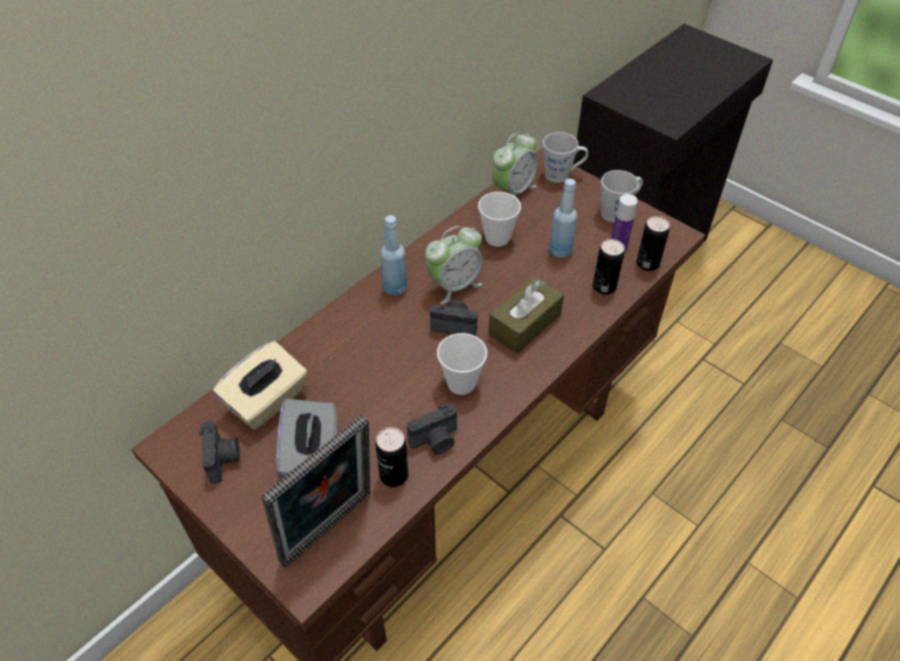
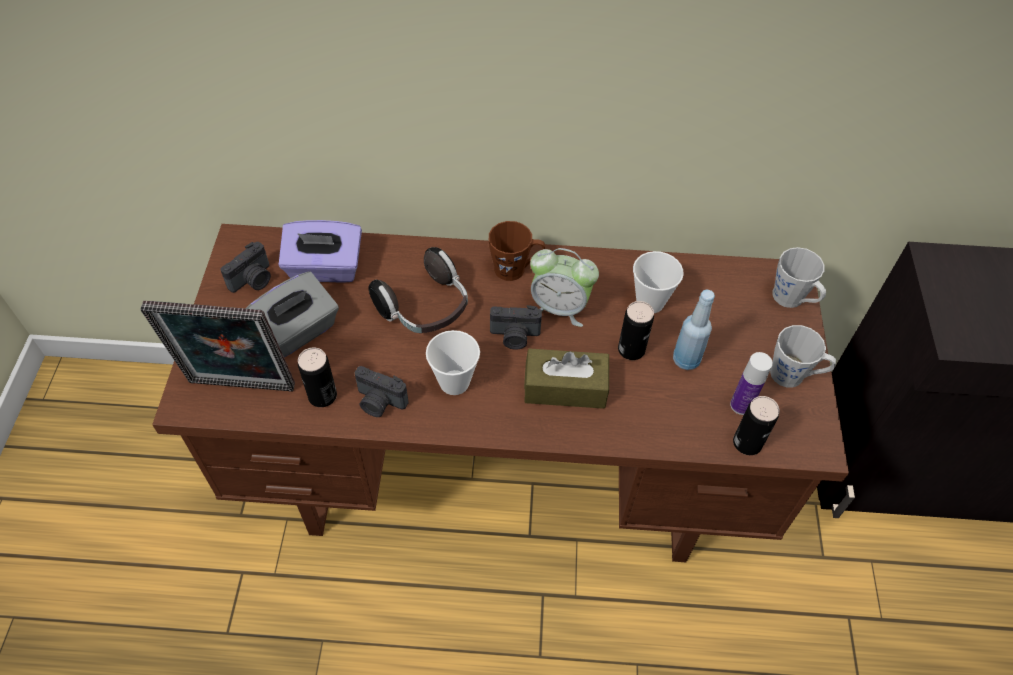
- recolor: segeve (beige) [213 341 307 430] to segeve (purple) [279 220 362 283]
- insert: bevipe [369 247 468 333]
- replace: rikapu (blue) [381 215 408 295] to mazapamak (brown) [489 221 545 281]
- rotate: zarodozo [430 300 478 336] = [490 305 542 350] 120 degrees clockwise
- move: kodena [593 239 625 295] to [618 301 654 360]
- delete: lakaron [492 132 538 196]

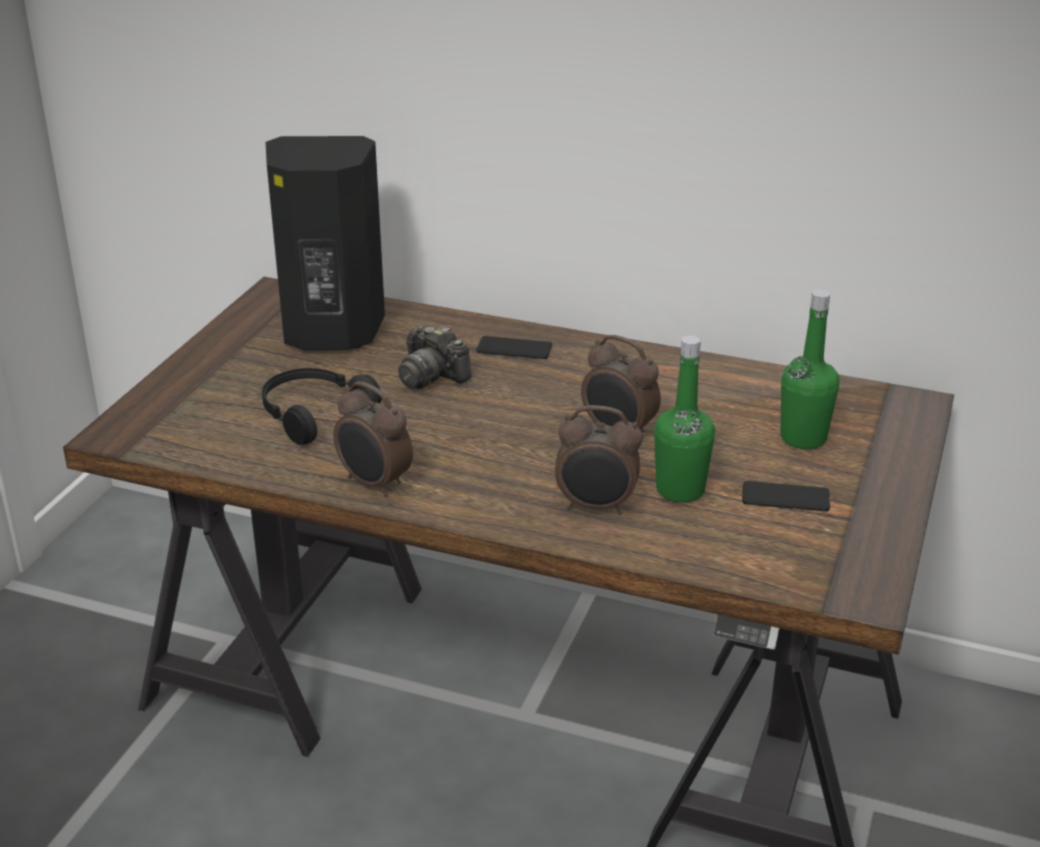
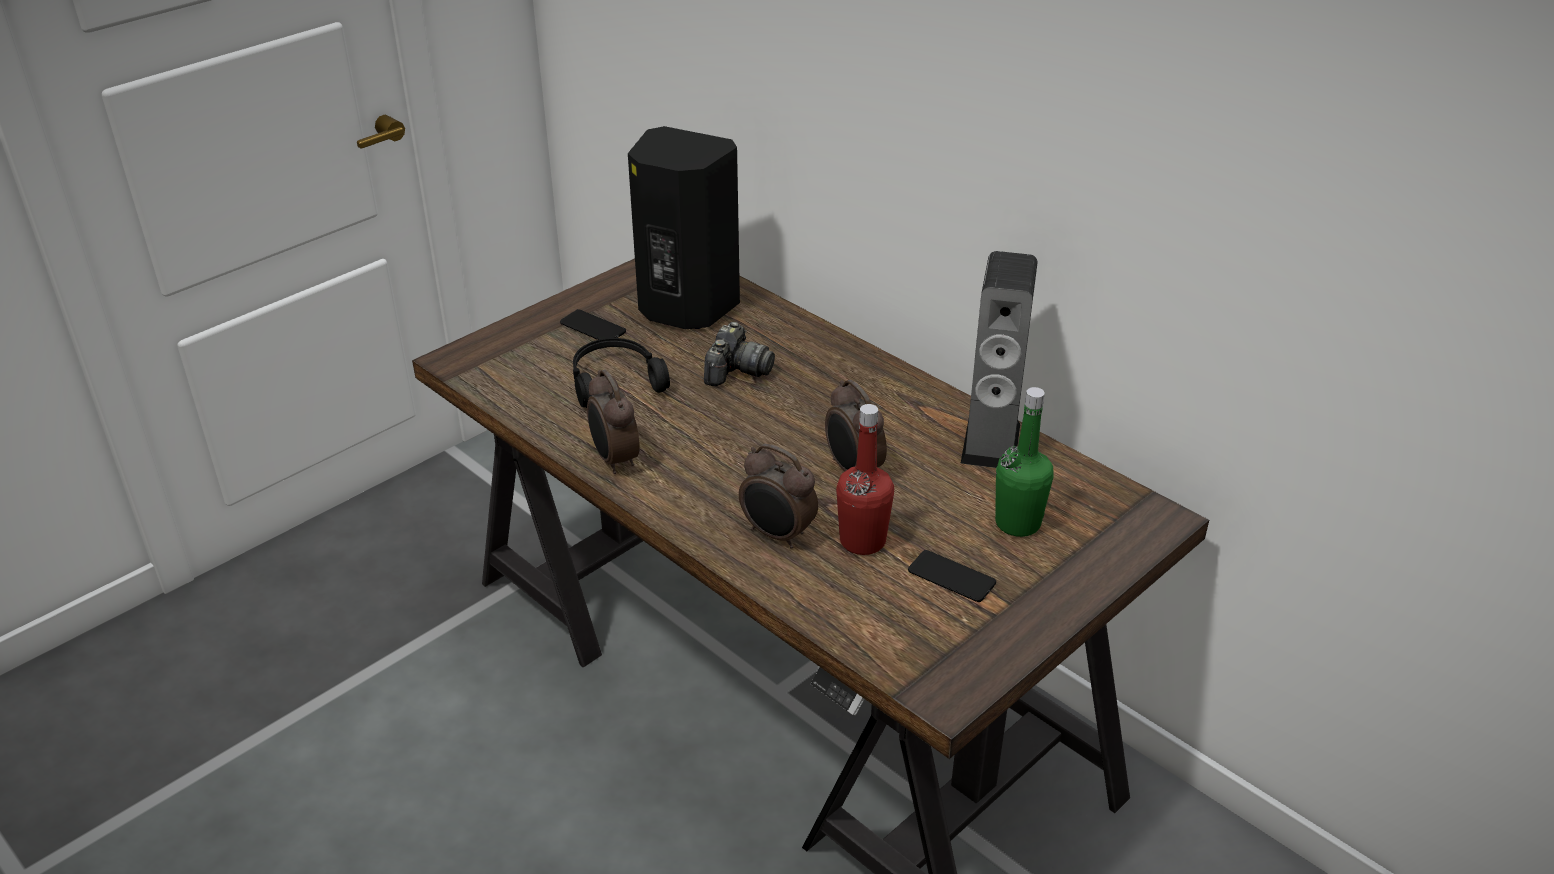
- move: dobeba [476 336 552 359] to [560 309 626 340]
- rotate: zarodozo [398 325 471 389] = [704 322 775 386] 135 degrees counterclockwise
- recolor: rikapu (green) [654 336 715 502] to rikapu (red) [836 404 894 555]
- insert: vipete [961 251 1038 468]

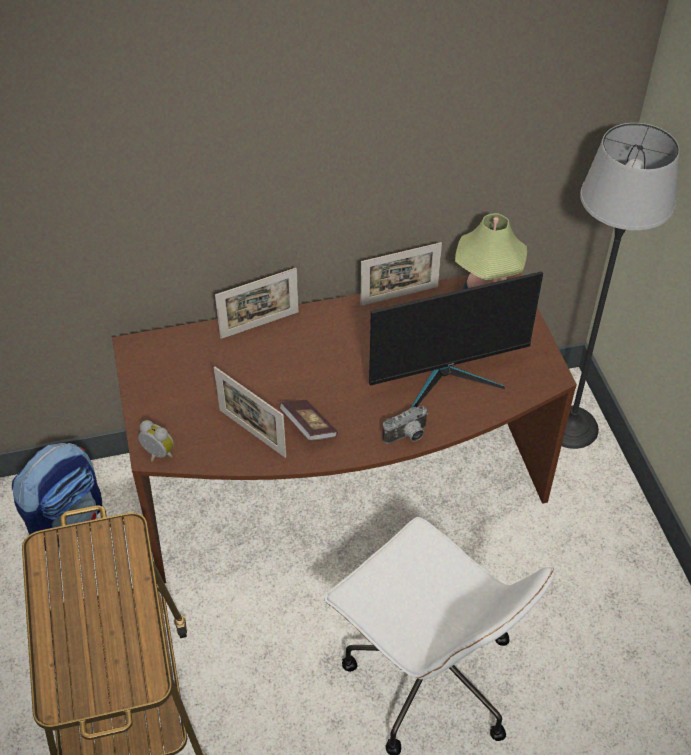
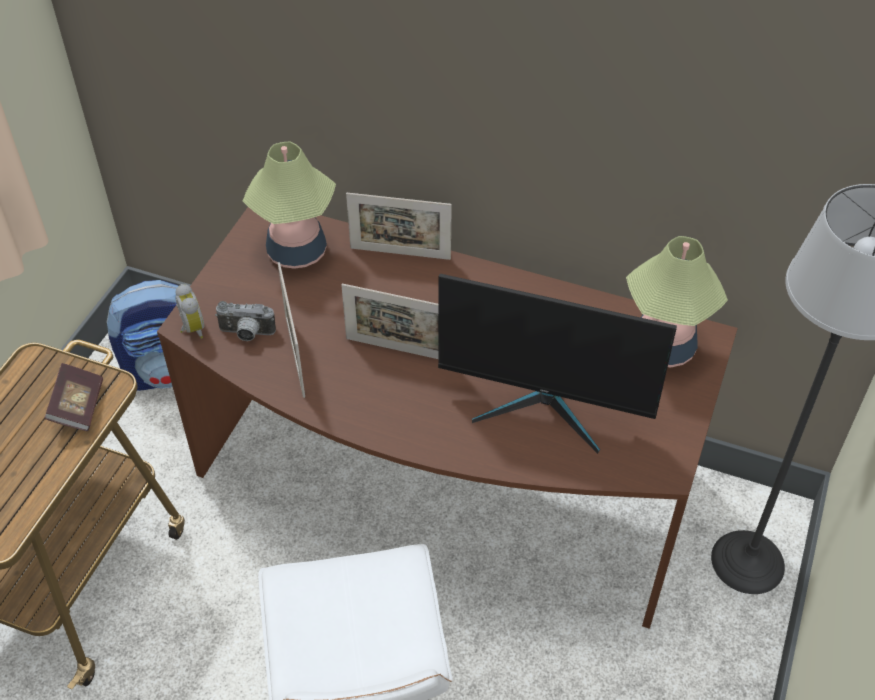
- move: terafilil [279 400 338 441] to [45 363 103 431]
- move: zarodozo [383 406 428 444] to [215 301 276 341]
- insert: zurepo [243 142 336 269]
- move: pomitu [360 242 442 306] to [341 284 439 359]

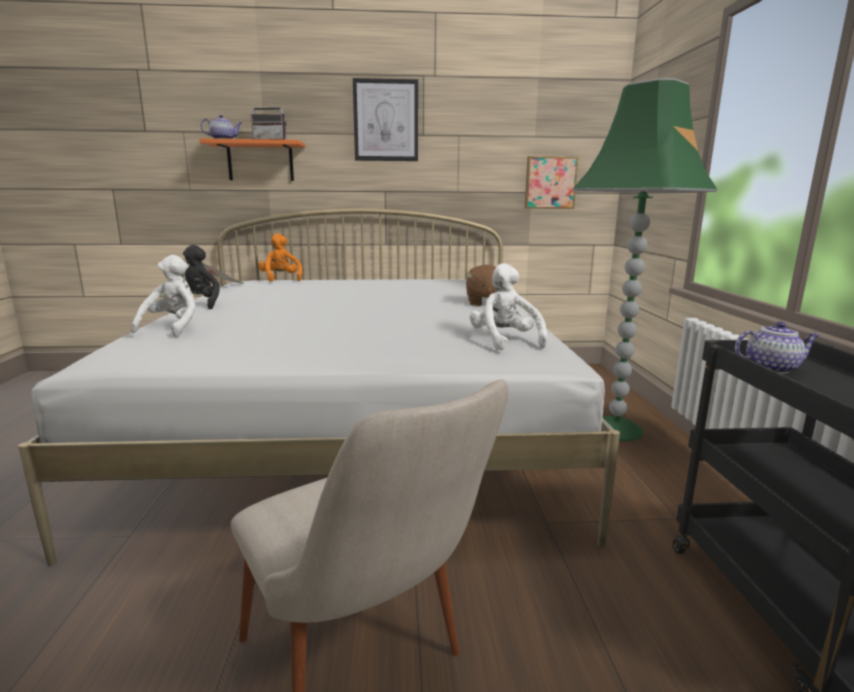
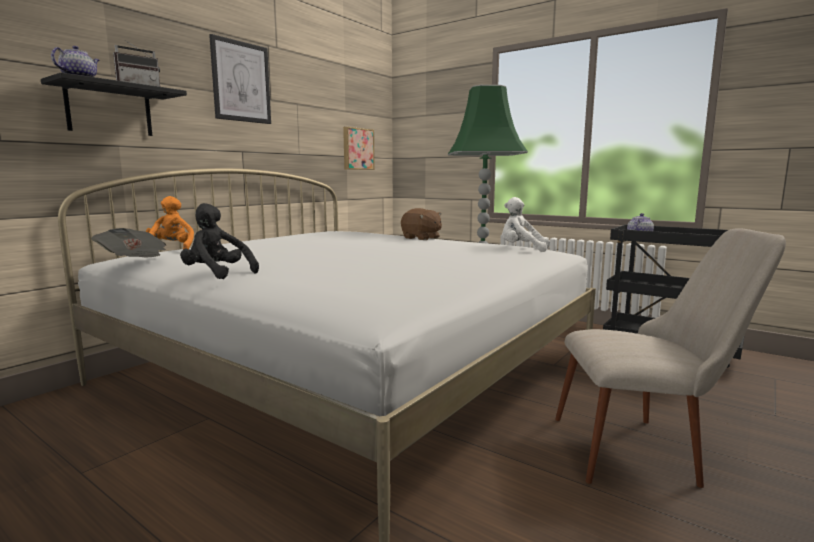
- recolor: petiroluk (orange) [199 138 305 181] to petiroluk (black) [41 72 187 136]
- rotate: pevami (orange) [258 233 302 282] = [146 196 194 249] 60 degrees clockwise
- delete: pevami (white) [131 255 196 337]

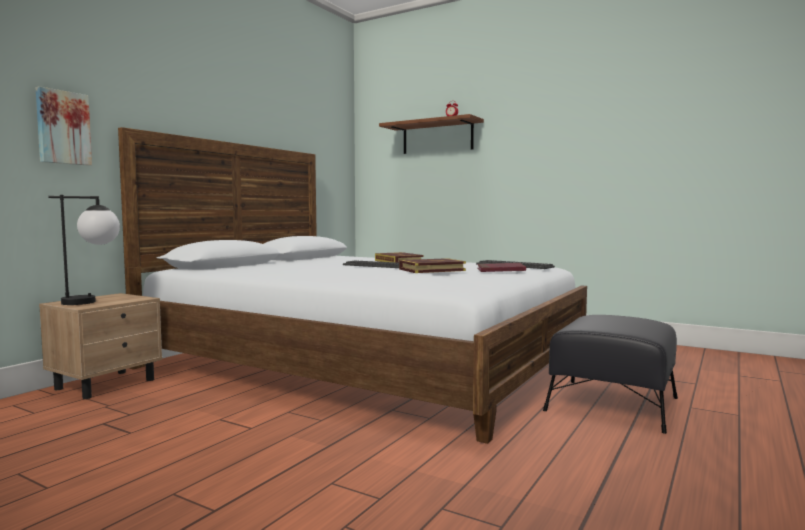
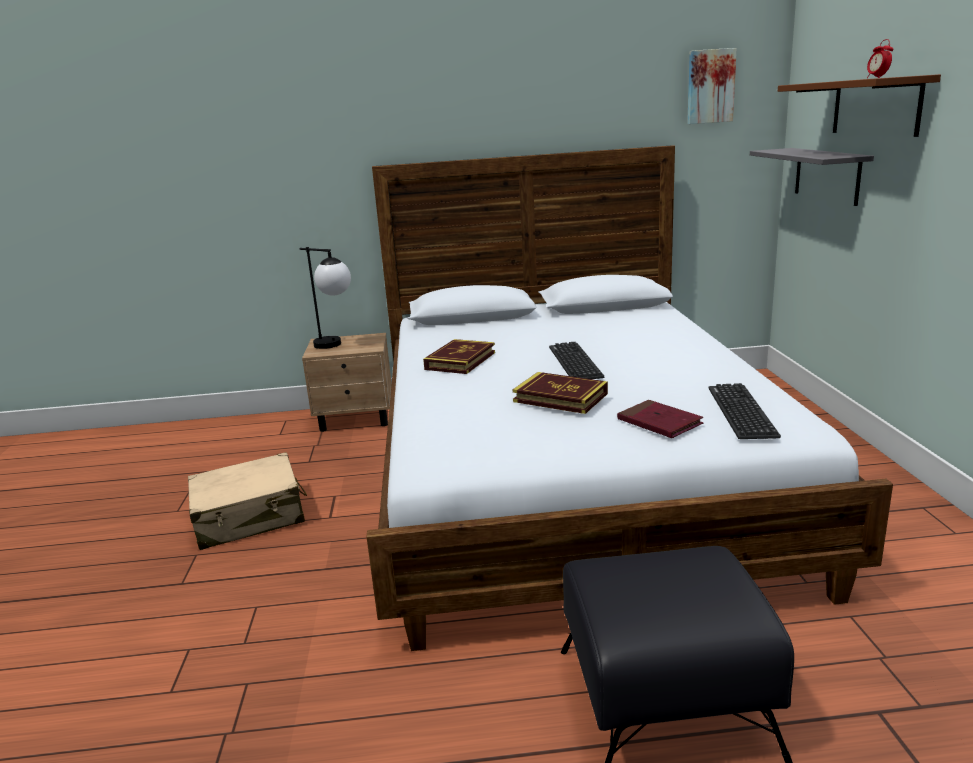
- insert: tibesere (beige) [188 452 307 550]
- move: terafilil [375 252 424 263] to [423 339 495 374]
- move: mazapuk [36 86 92 166] to [687 48 737 124]
- insert: petiroluk (grey) [750 148 874 206]

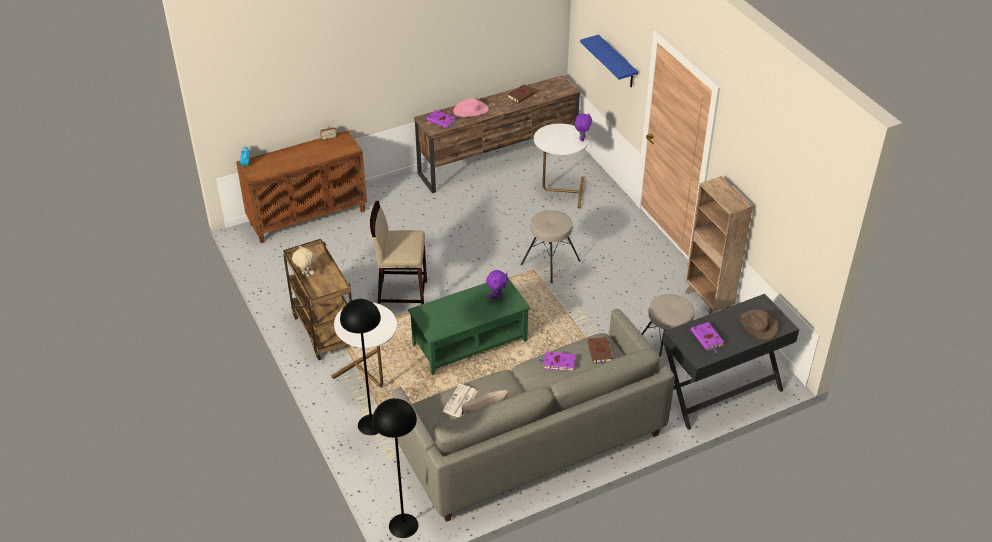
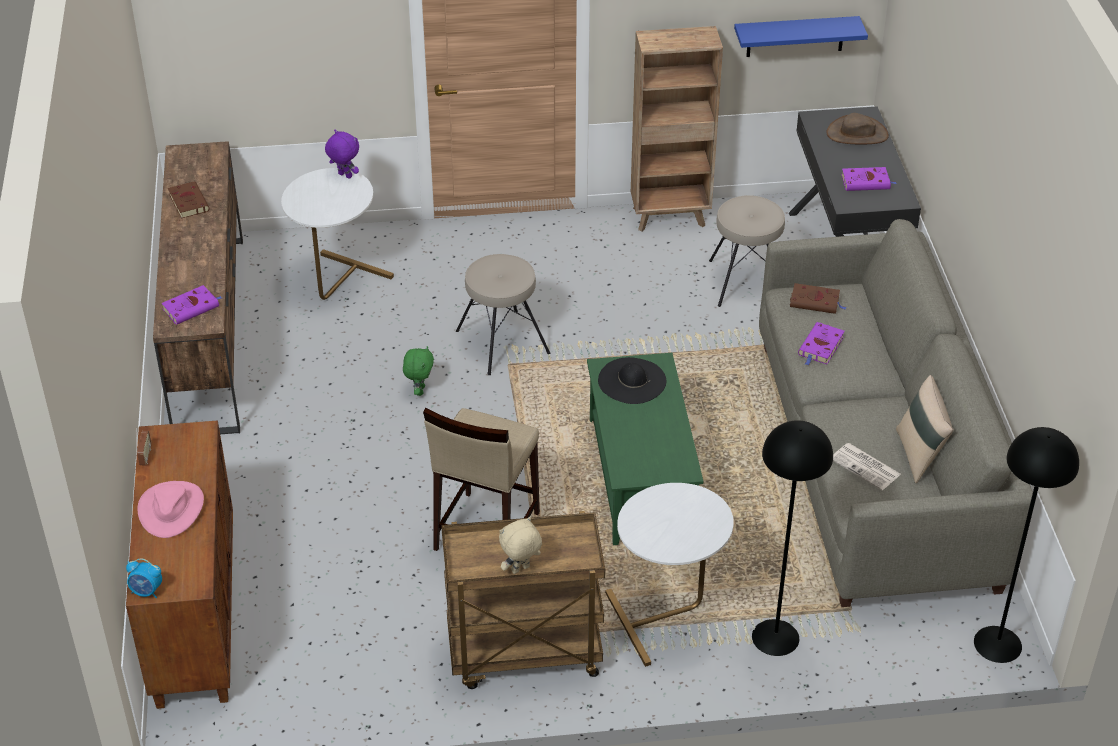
- move: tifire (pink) [453 98 489 117] to [137 481 204 538]
- insert: pevami (green) [403 346 434 396]
- replace: pevami (purple) [486 270 508 300] to tifire (black) [598 357 667 404]
- move: petiroluk (blue) [580 35 638 87] to [734 16 868 57]

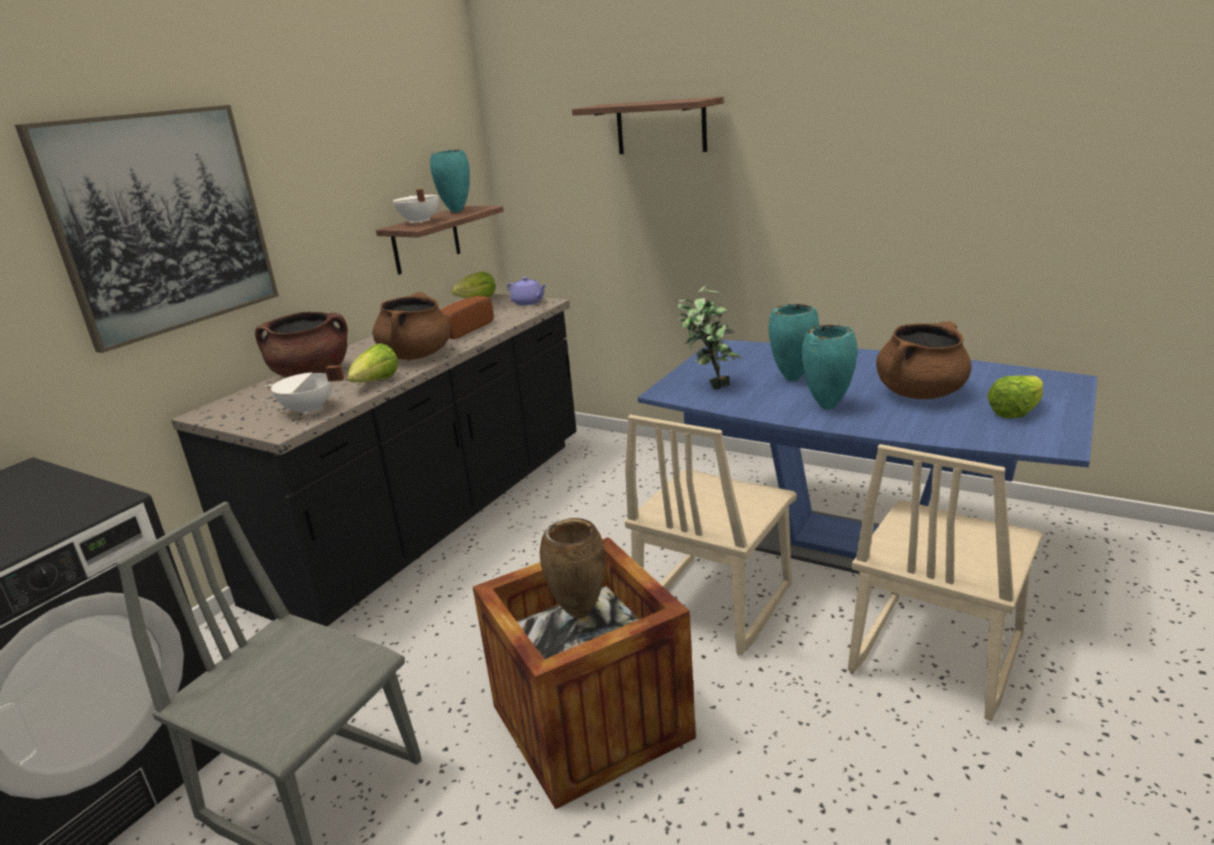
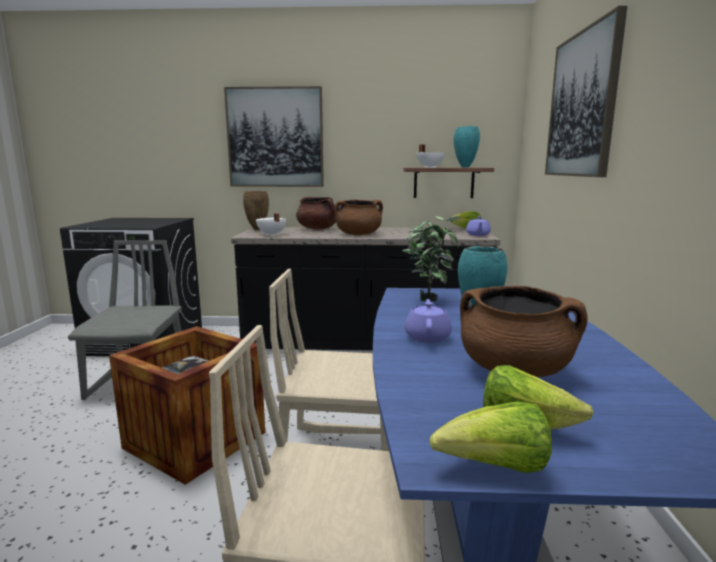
- move: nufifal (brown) [540 518 605 619] to [243 191 269 230]
- replace: nufifal (turquoise) [802 325 858 409] to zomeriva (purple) [405 299 452 343]
- move: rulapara [348 343 399 383] to [430 401 552 473]
- replace: petiroluk [572 97 724 154] to mazapuk [545 6 627 177]
- delete: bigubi [440 296 494 339]

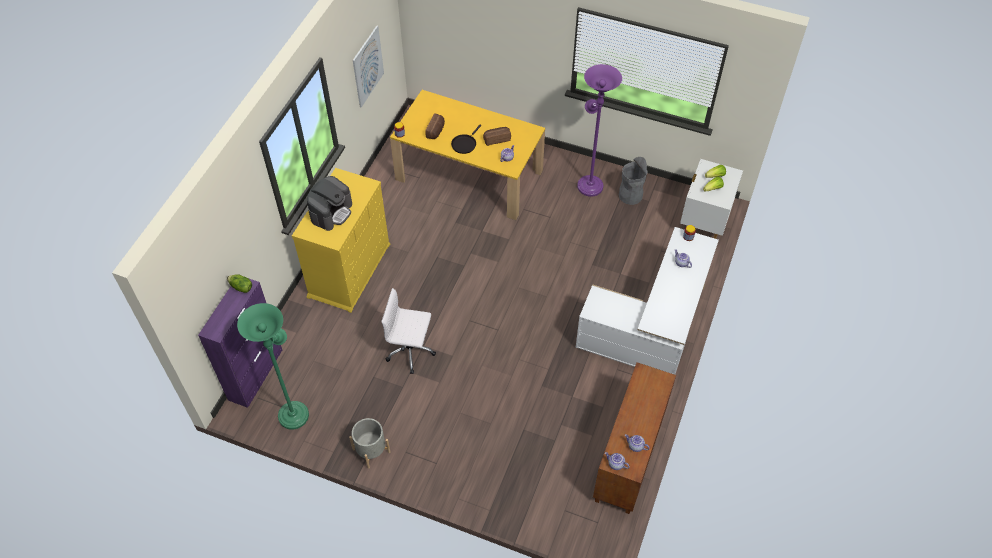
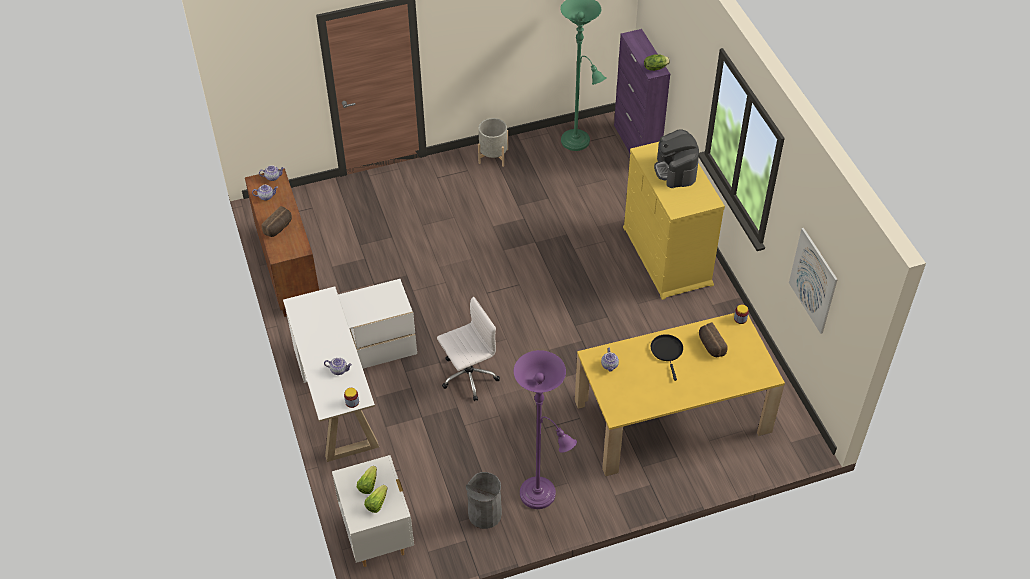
- move: bigubi [483 127 511 146] to [261 206 292 237]
- move: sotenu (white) [381 288 436 374] to [437 296 500 401]

